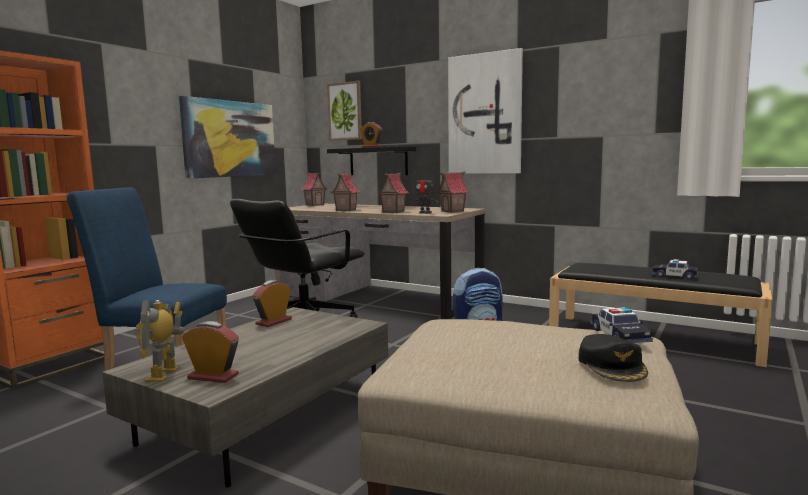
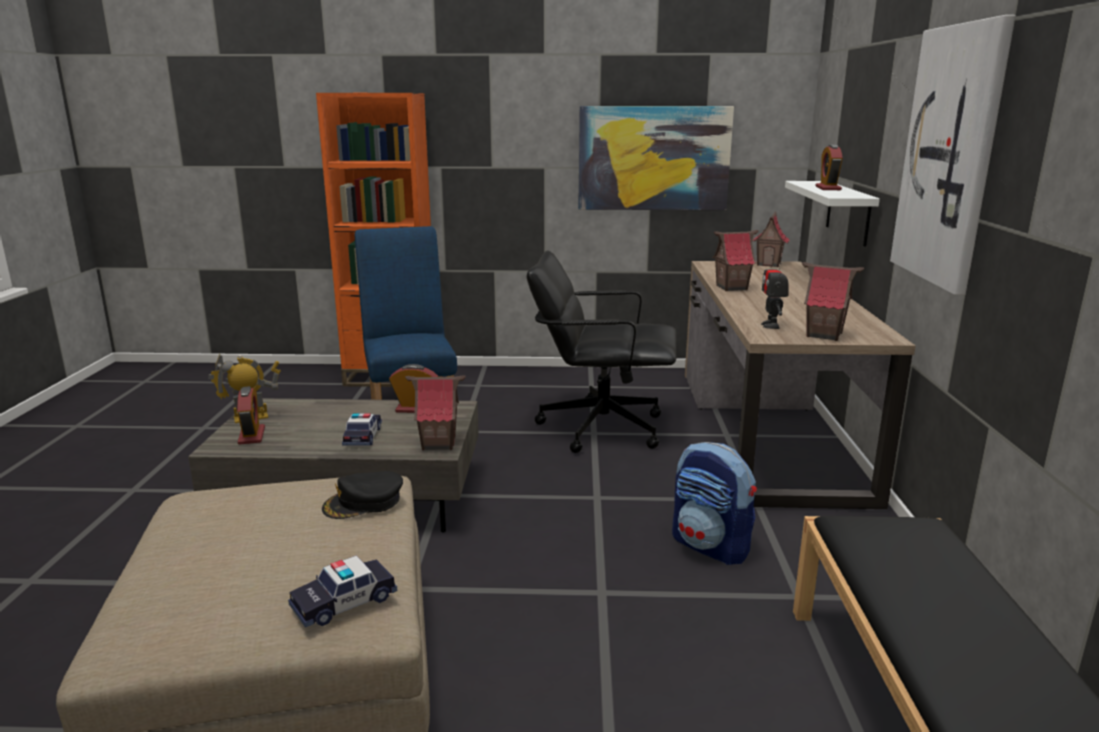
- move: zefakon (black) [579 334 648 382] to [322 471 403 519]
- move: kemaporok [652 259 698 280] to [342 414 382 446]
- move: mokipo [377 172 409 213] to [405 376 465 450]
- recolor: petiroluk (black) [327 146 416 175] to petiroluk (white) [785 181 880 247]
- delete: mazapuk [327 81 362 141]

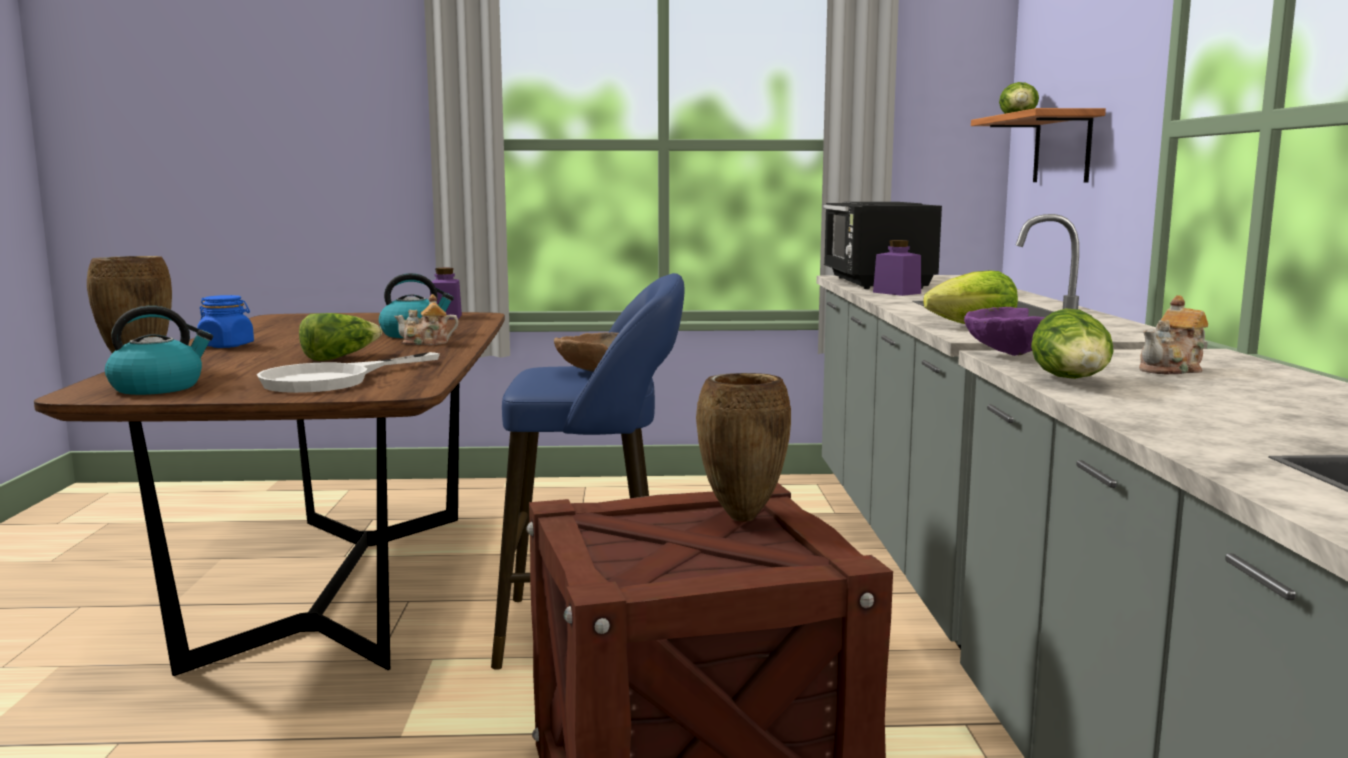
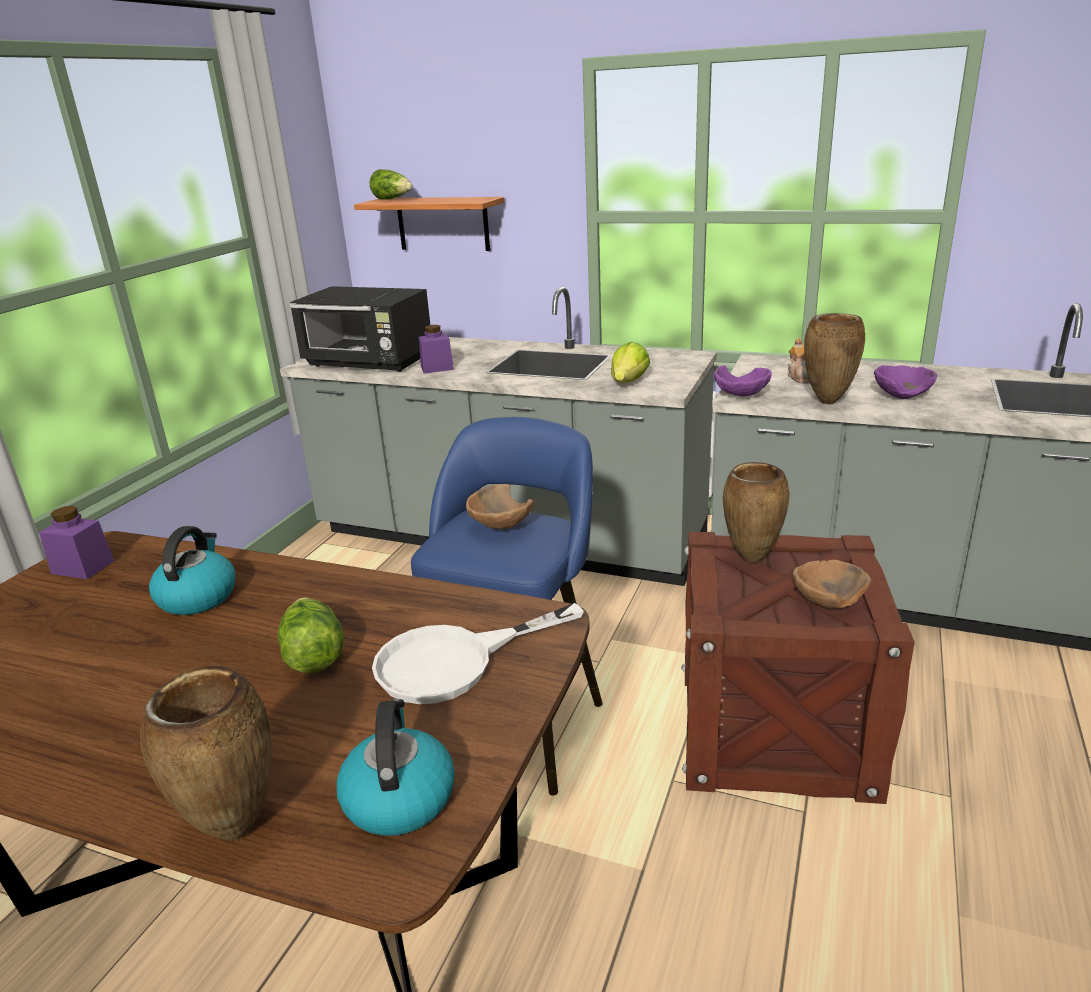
- rotate: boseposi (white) [257 352 440 393] = [372 603 584 704] 90 degrees clockwise
- insert: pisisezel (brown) [793 560 872 608]
- replace: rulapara [1031 309 1113 379] to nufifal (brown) [804 313 865 404]
- insert: pisisezel (purple) [874 365 937 399]
- delete: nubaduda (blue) [197 295 254 348]
- delete: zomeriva [394 294 458 345]

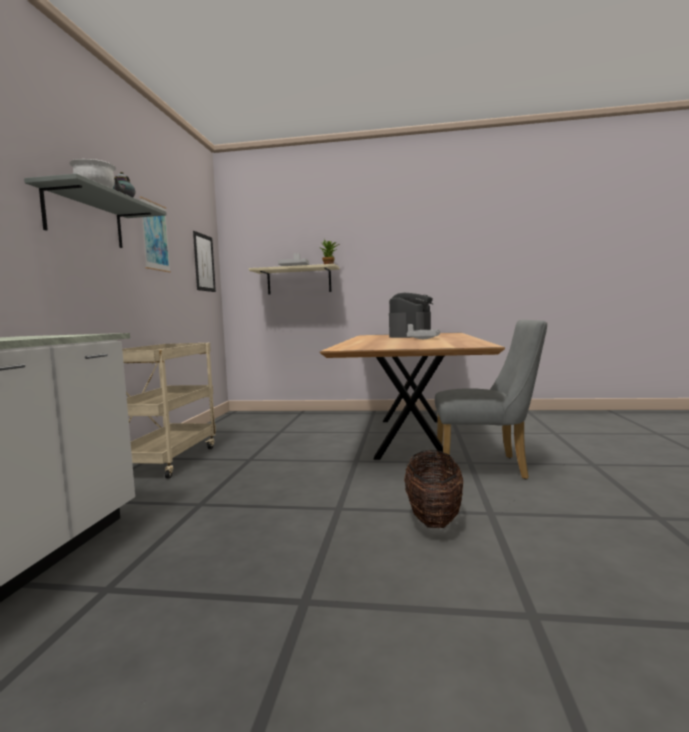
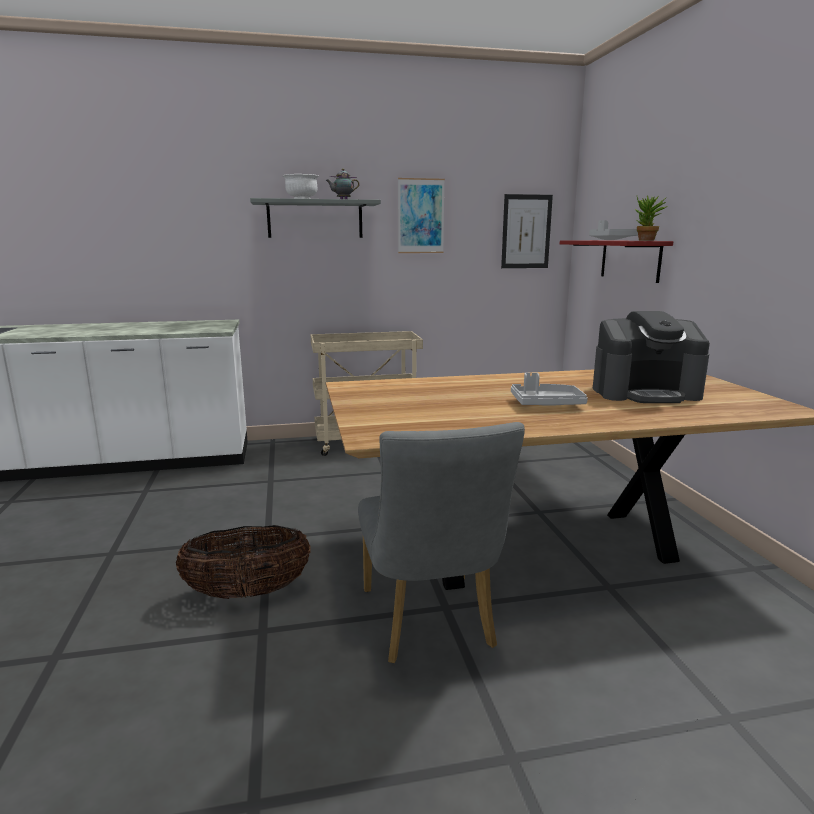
- recolor: petiroluk (beige) [249 264 340 294] to petiroluk (red) [560 240 674 283]

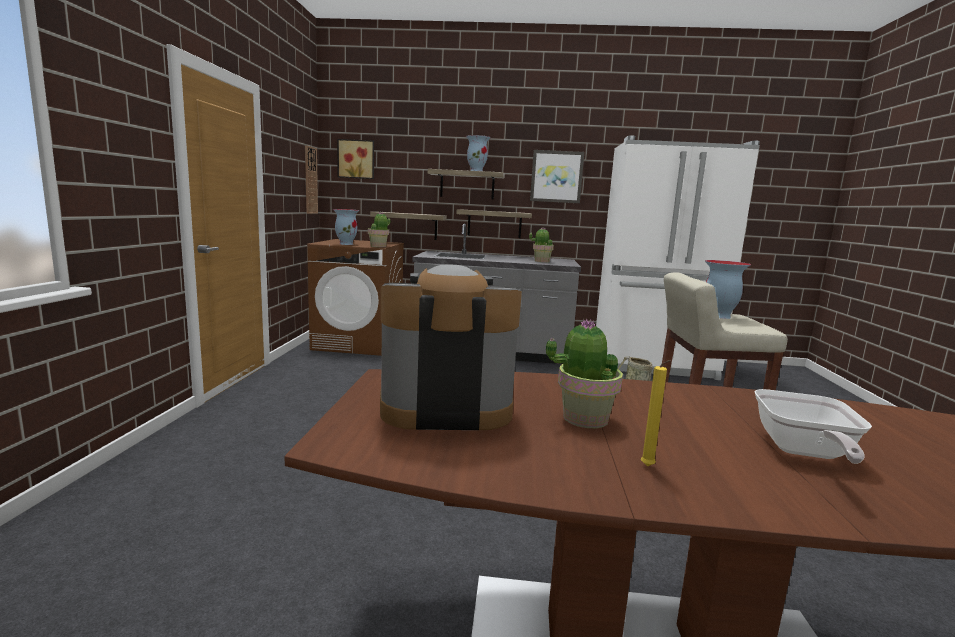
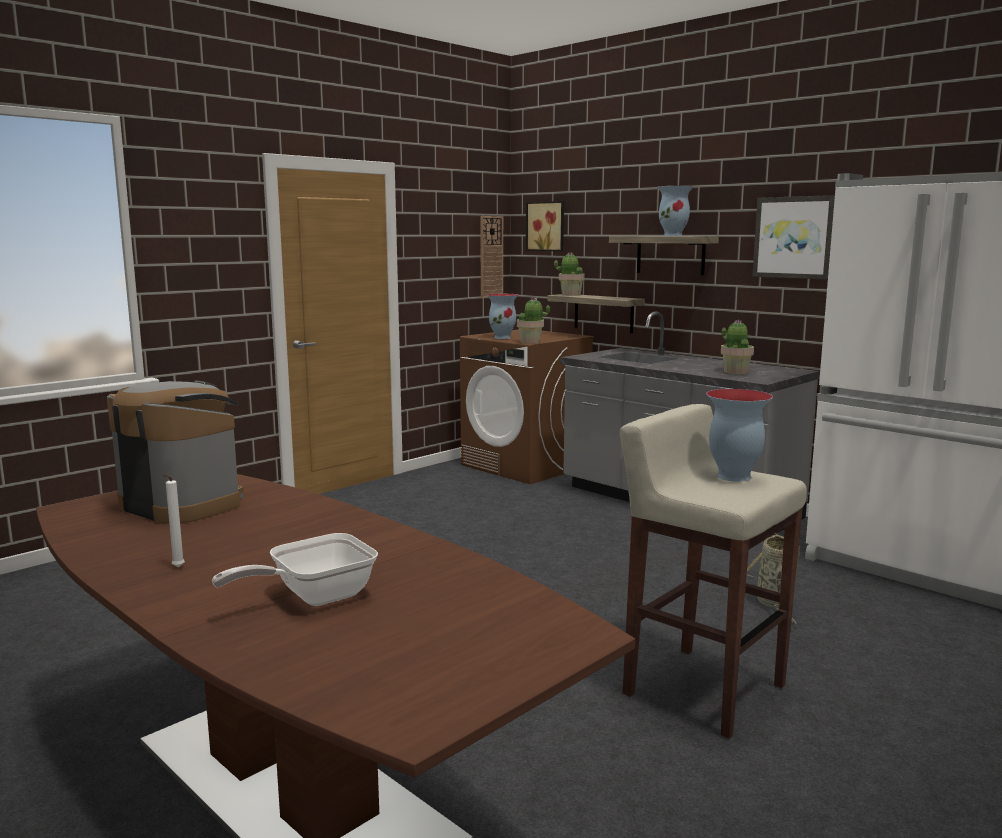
- recolor: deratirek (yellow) [641 360 672 466] to deratirek (white) [163 475 185 567]
- move: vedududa [546 319 623 428] to [554 252 585 296]
- delete: petiroluk [456 209 532 238]

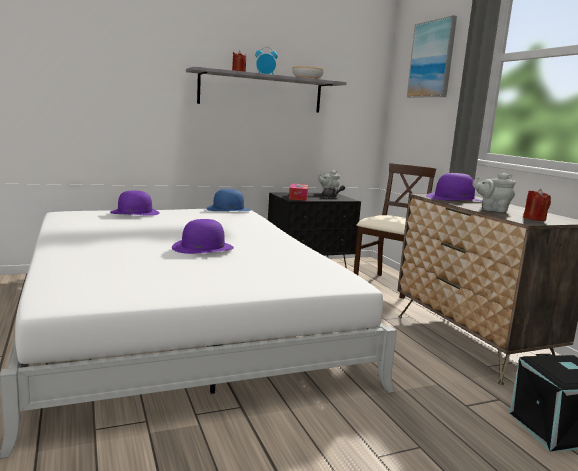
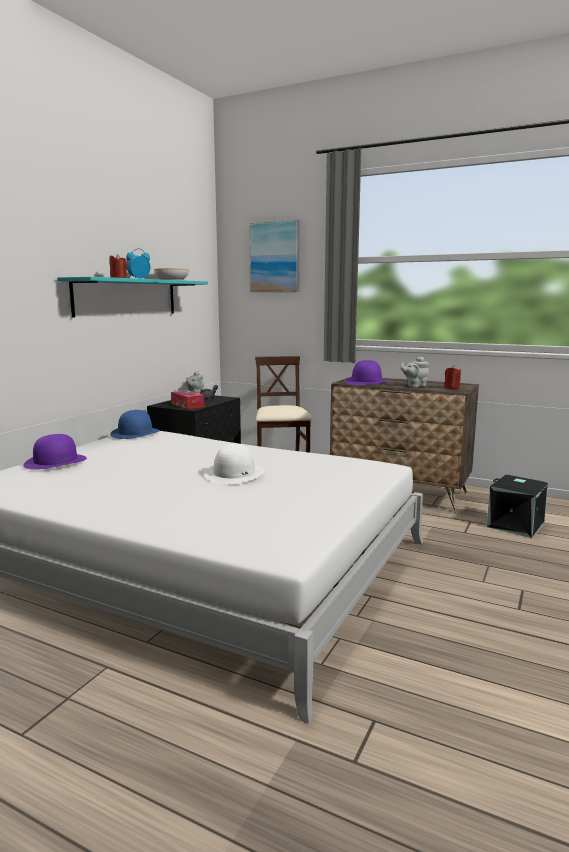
- recolor: petiroluk (grey) [186 67 347 113] to petiroluk (turquoise) [57 277 208 318]
- recolor: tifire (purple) [172 219 234 254] to tifire (white) [204 444 264 484]

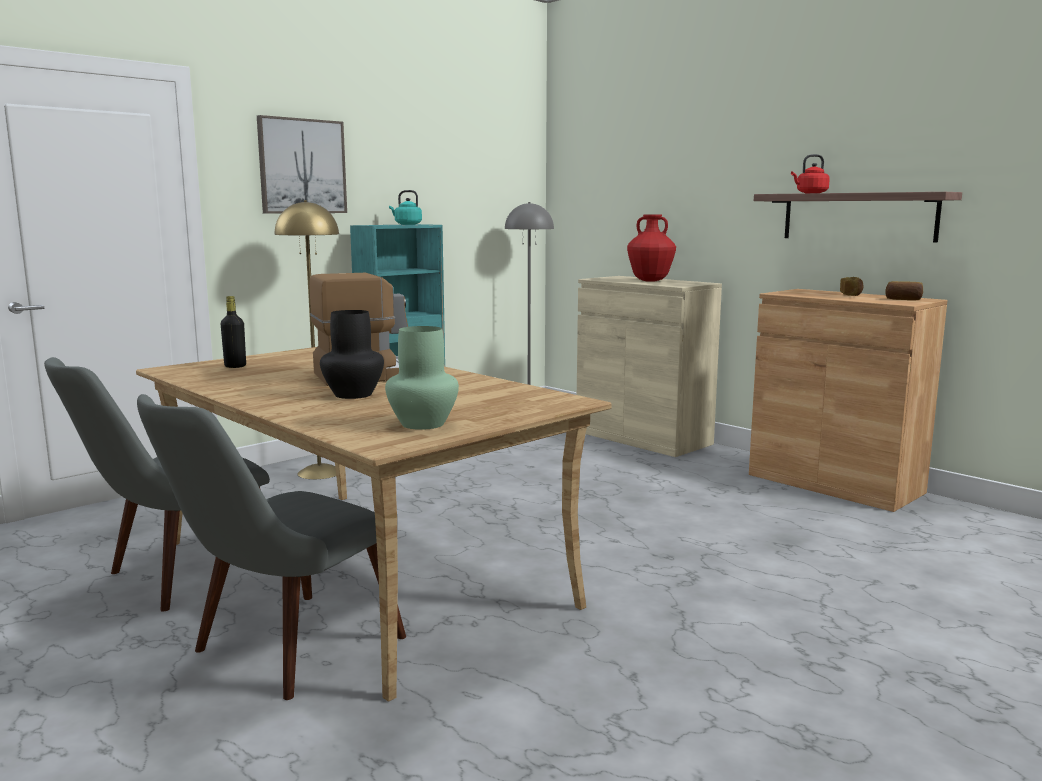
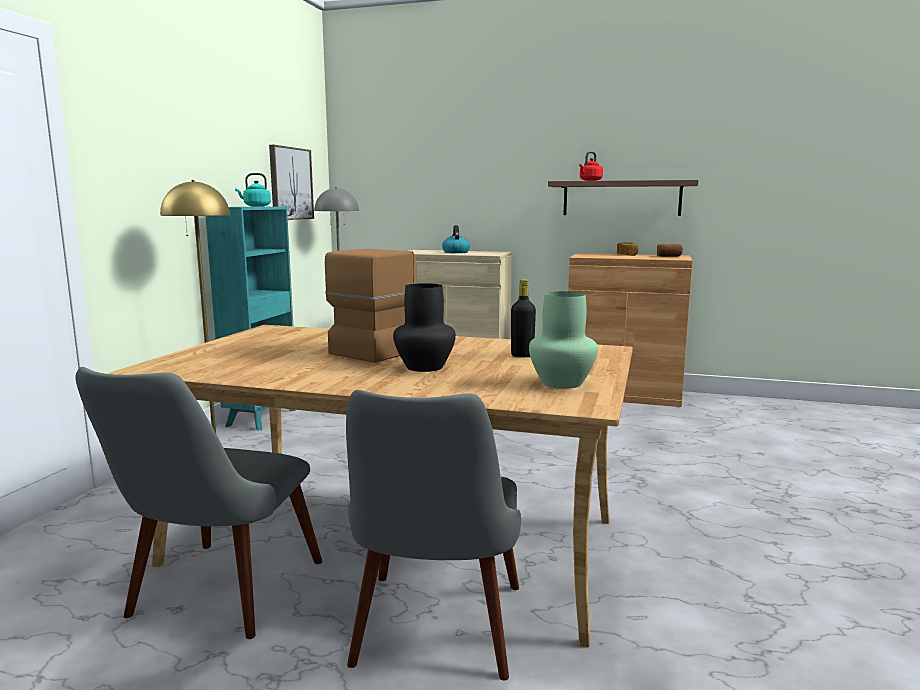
- move: mazapuk [257 115 347 213] to [269 145 314 220]
- replace: nufifal (red) [627 214 676 282] to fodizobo [442 225 470 253]
- move: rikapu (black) [221 296 246 368] to [511 279 536 357]

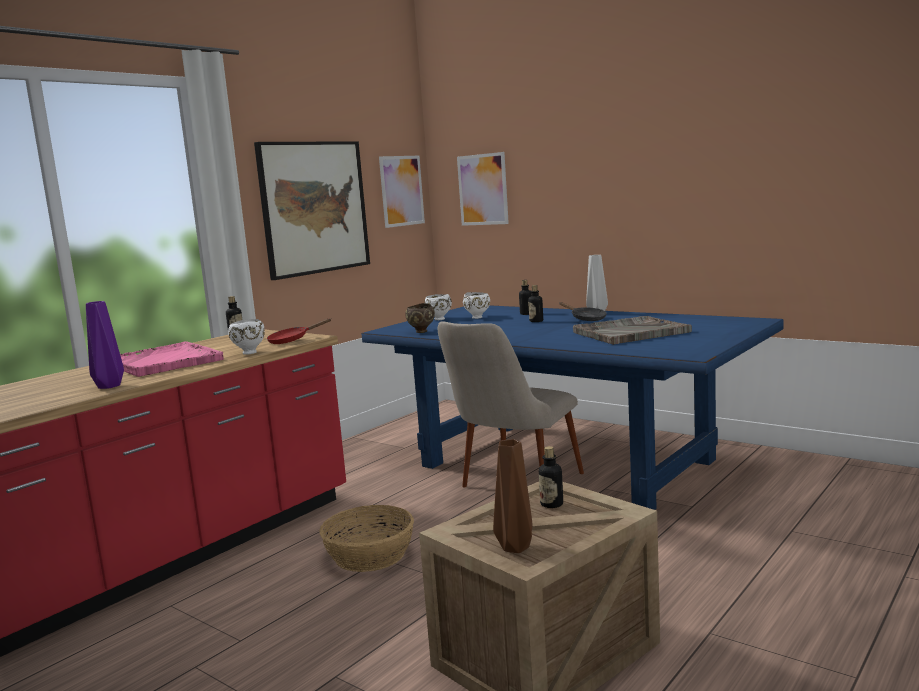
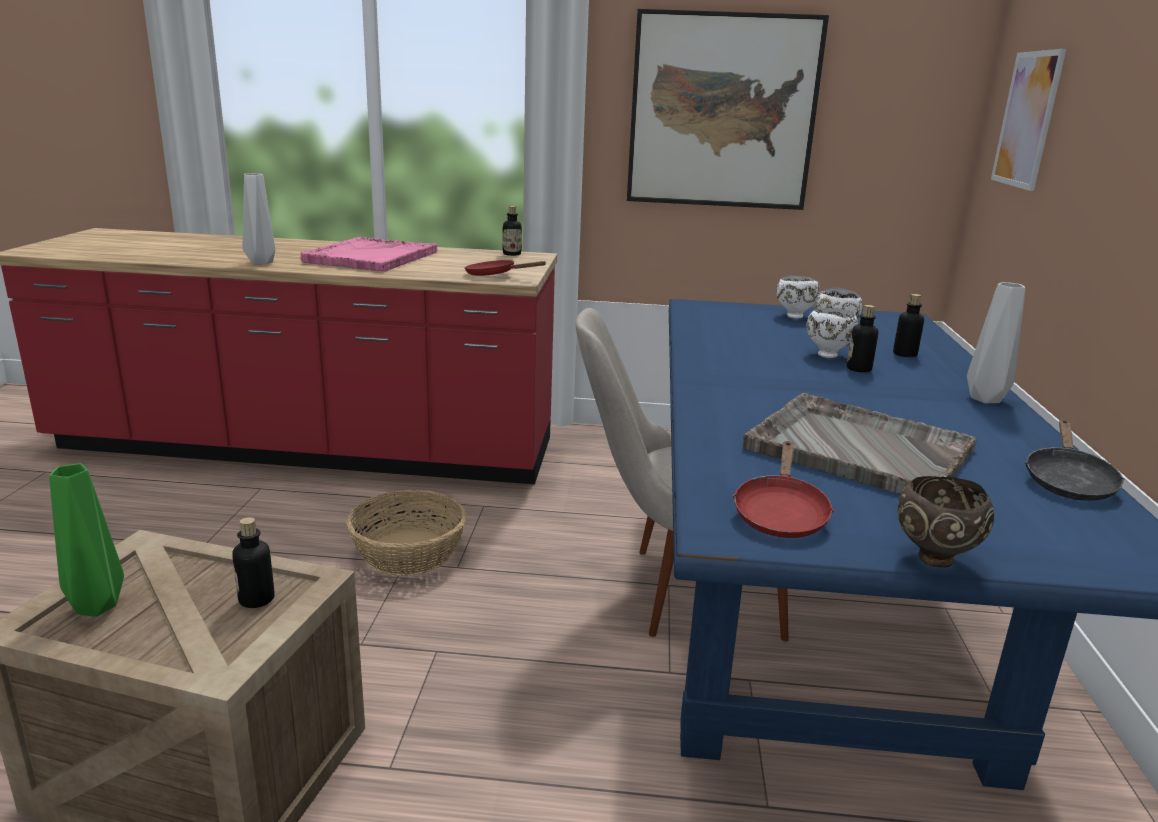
- recolor: nufifal (brown) [493 439 533 553] to nufifal (green) [49 463 124 617]
- recolor: nufifal (purple) [86 301 124 389] to nufifal (grey) [242 173 275 265]
- insert: boseposi (red) [733 441 834 538]
- move: pisisezel (white) [228 319 265 355] to [807 308 858 358]
- move: pisisezel (brown) [405 303 435 333] to [898 476 994 568]
- move: boseposi (black) [559 302 607 321] to [1025 419 1125 501]
- delete: mazapuk [379 156 425 228]

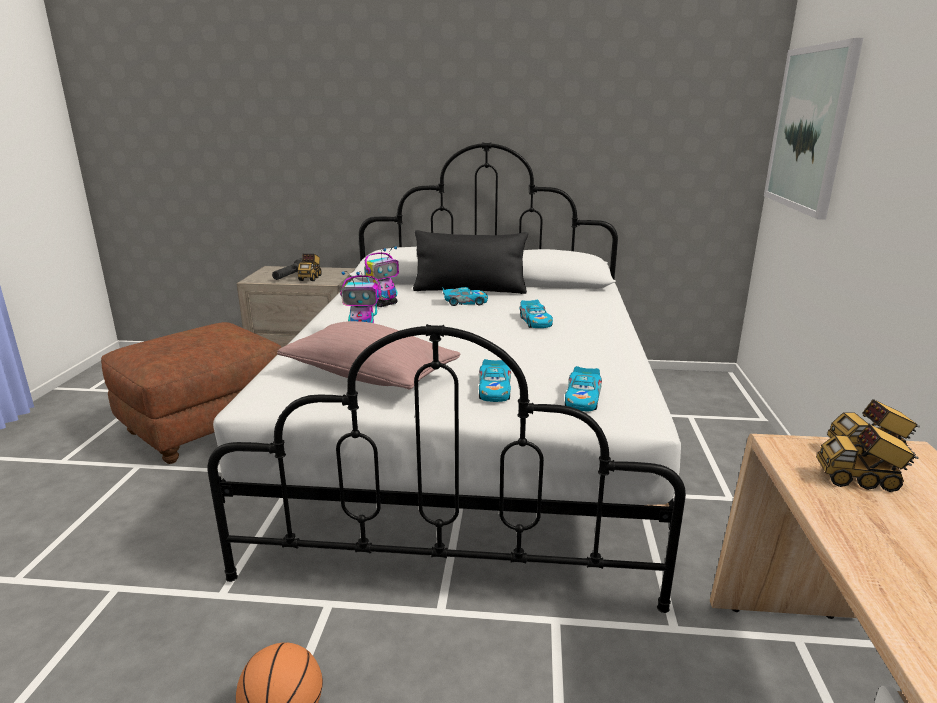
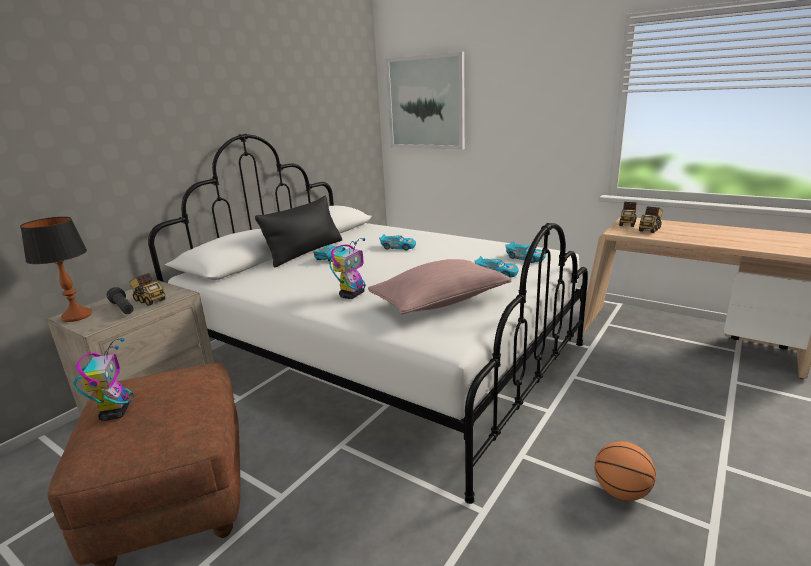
- insert: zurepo [20 217 92 322]
- move: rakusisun [365 246 399 307] to [73 338 134 421]

